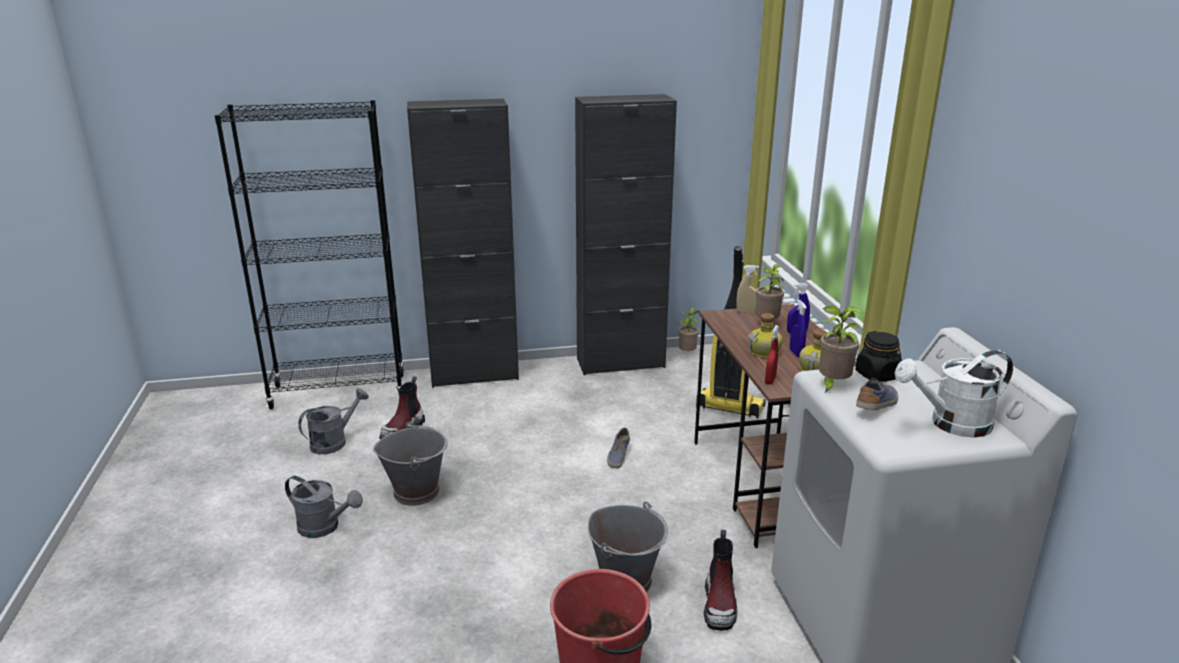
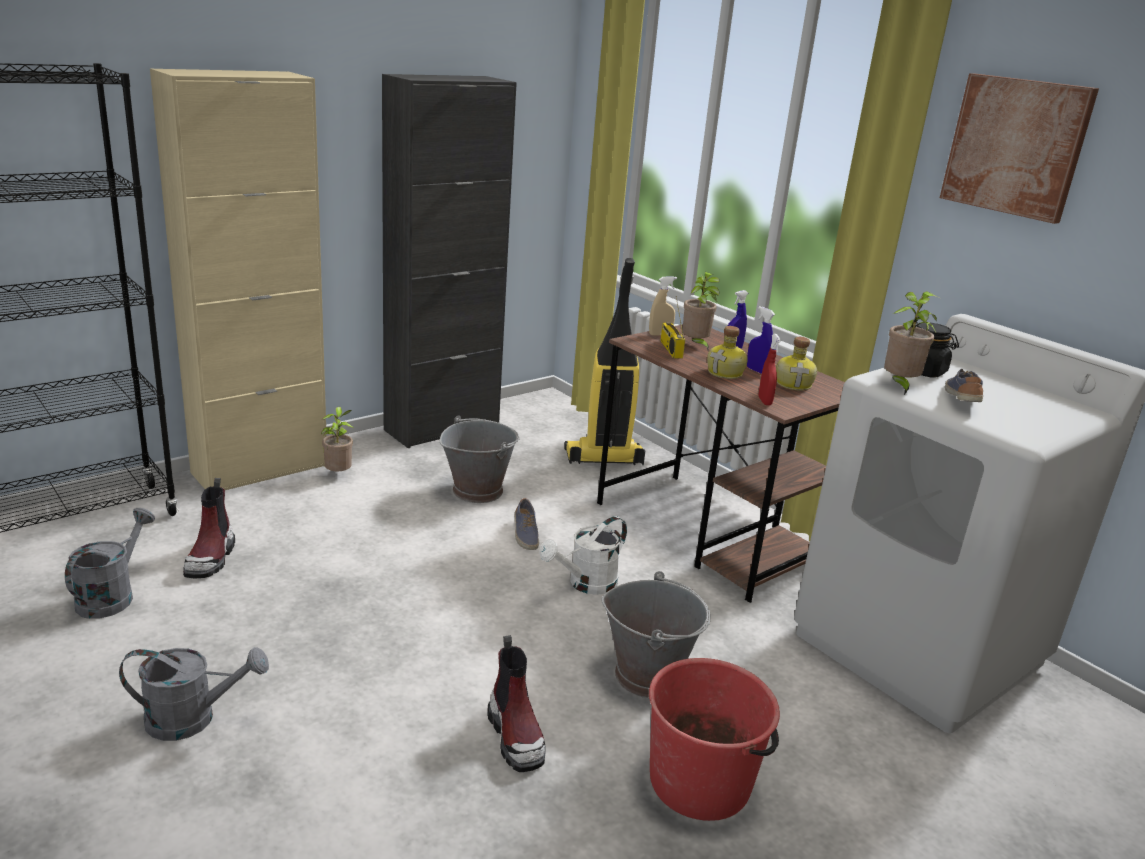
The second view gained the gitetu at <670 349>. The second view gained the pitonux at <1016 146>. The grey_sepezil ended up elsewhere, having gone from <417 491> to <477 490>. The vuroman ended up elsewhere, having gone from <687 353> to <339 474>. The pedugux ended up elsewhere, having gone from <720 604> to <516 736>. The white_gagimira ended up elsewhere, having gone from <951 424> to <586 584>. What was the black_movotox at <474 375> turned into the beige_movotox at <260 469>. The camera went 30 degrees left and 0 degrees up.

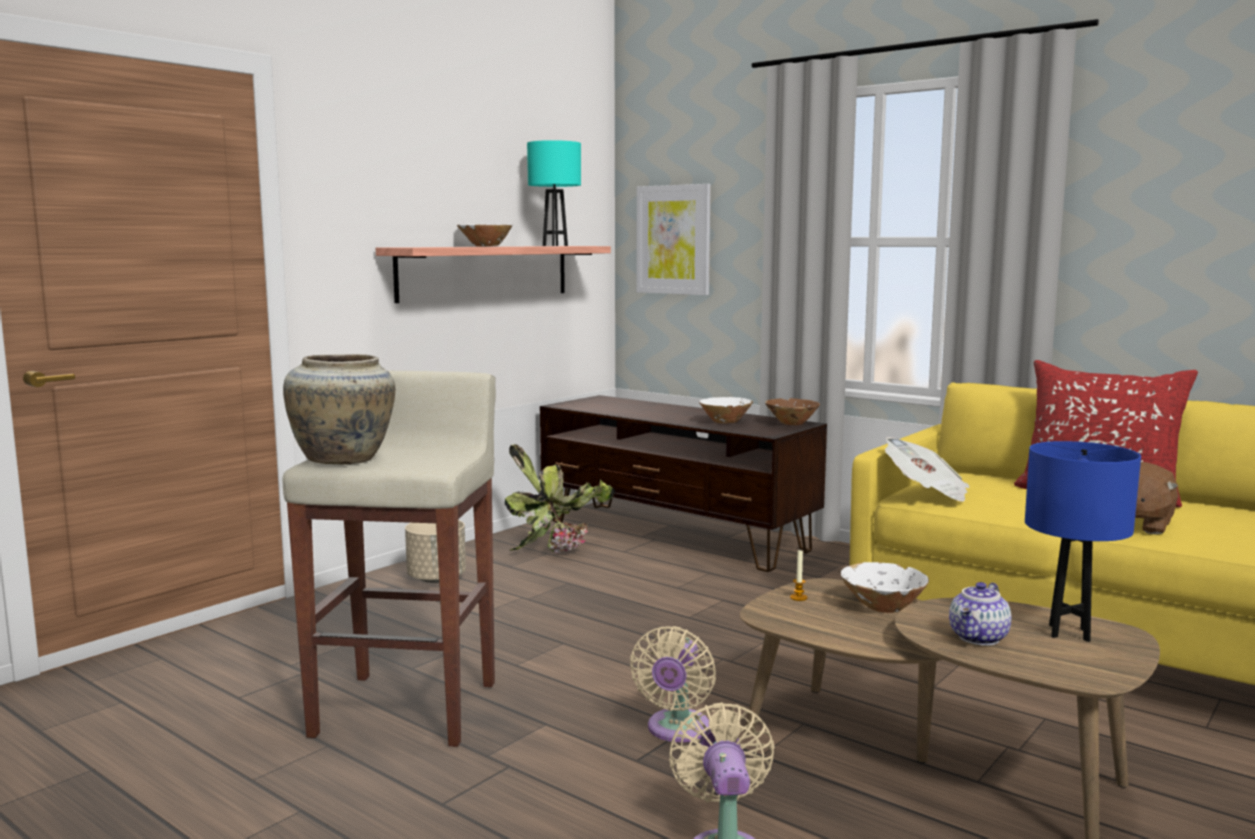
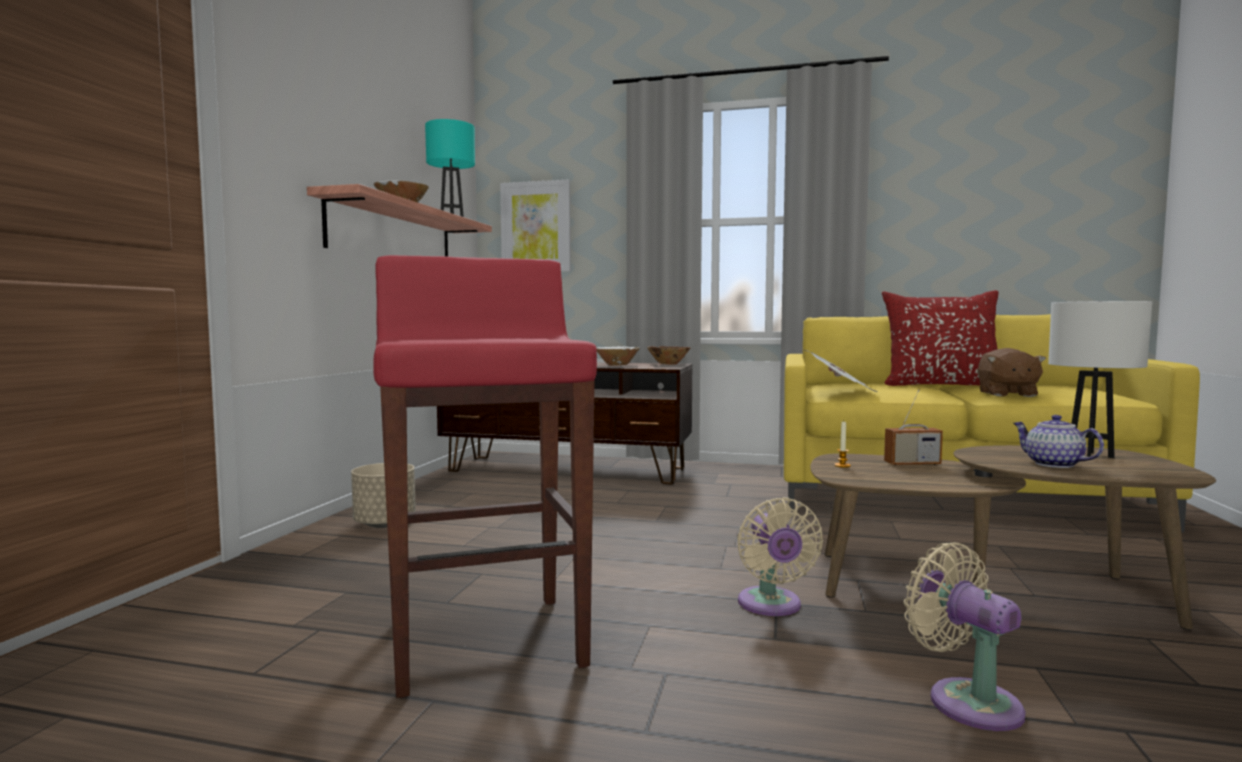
The second view lost the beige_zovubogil at <344 459>. The second view lost the vuroman at <557 548>. Where the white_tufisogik stood at <883 607>, the gitetu came to stand at <912 464>. What was the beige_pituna at <407 708> turned into the red_pituna at <486 640>. What was the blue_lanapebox at <1069 633> turned into the white_lanapebox at <1090 455>. The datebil at <979 638> ended up facing another way, 135 degrees clockwise from before. The camera went 25 degrees left and 5 degrees down.

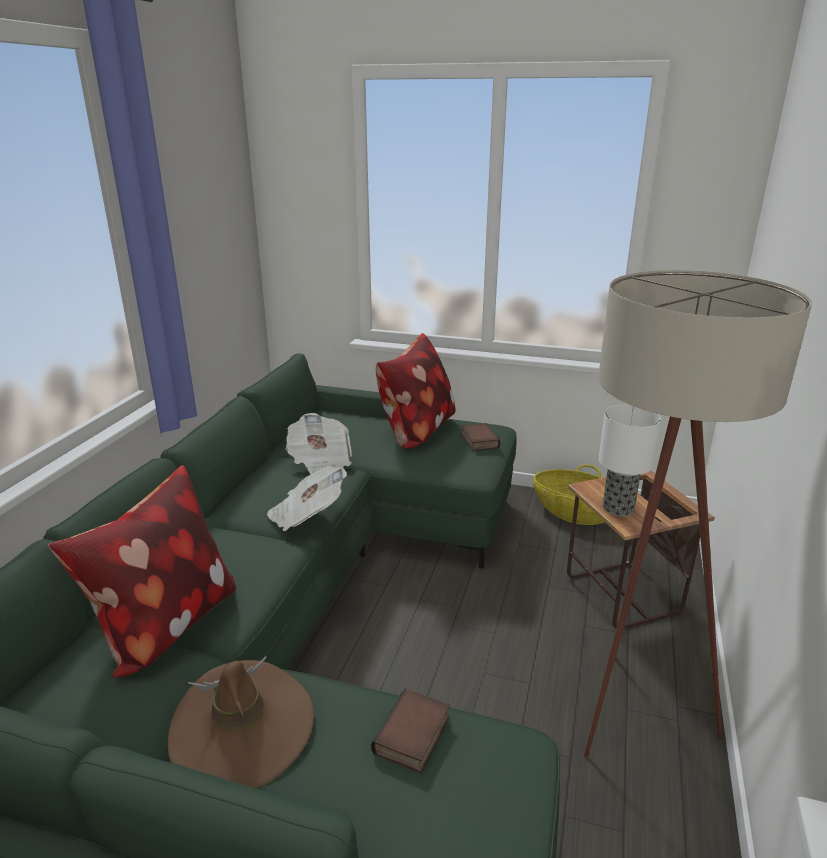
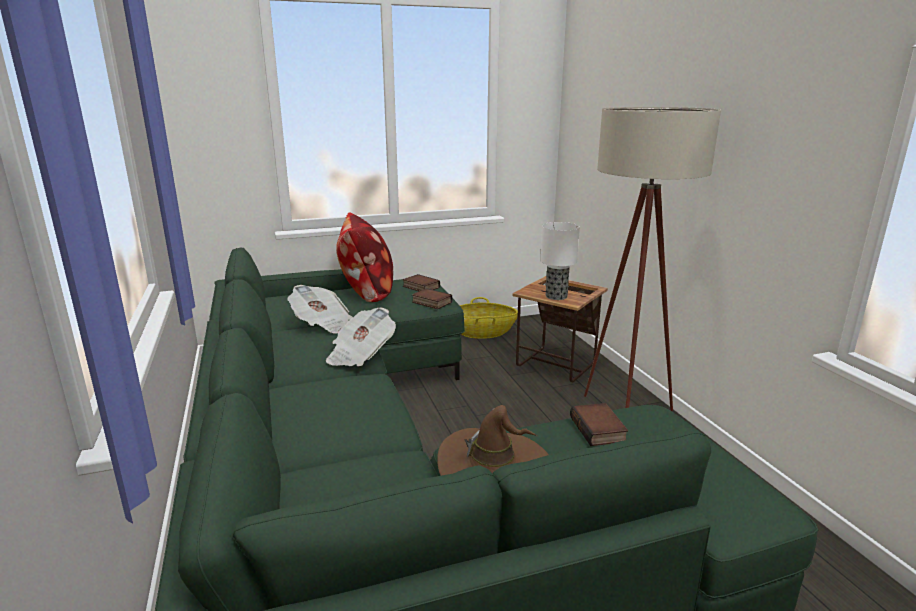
The second view lost the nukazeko at <164 625>. The second view gained the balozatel at <430 302>. The camera went 35 degrees left and 5 degrees down.

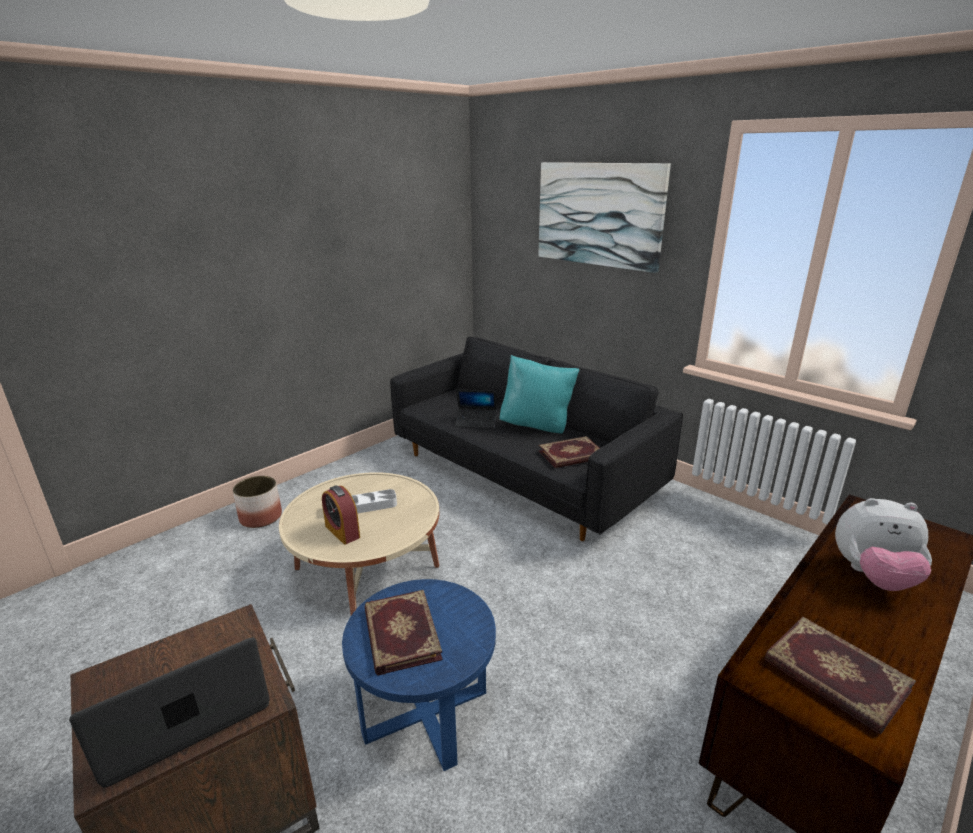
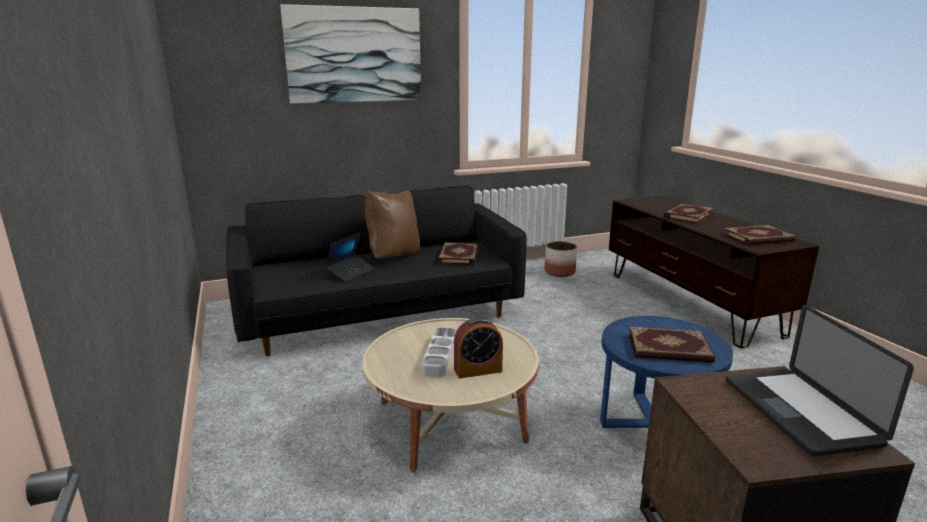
The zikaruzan ended up elsewhere, having gone from <260 517> to <559 272>. Where the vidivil stood at <872 576>, the balozatel came to stand at <687 215>. What was the turquoise_nukazeko at <537 426> turned into the brown_nukazeko at <393 256>. The camera went 65 degrees left and 5 degrees down.

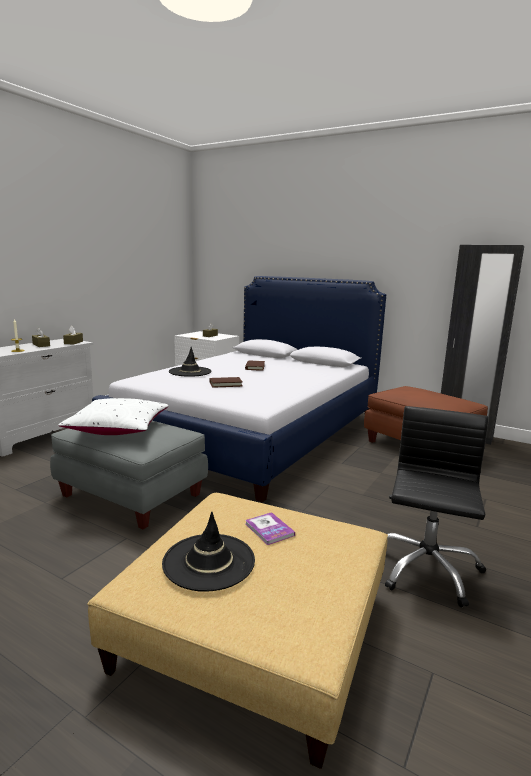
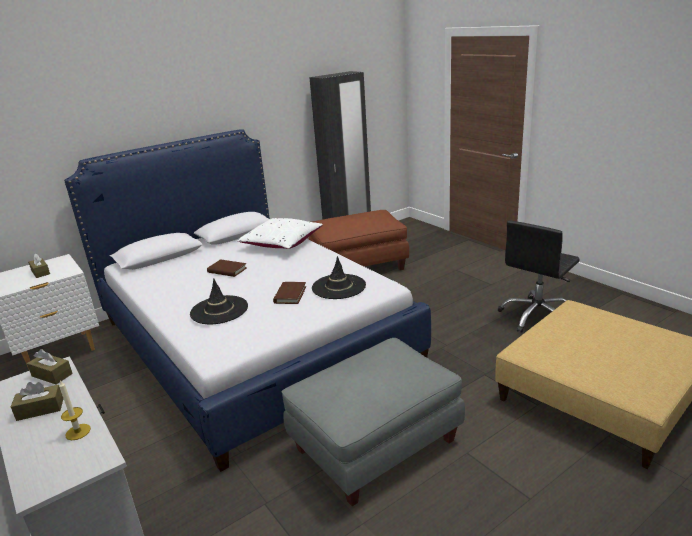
The second view lost the balozatel at <269 529>. The white_nukazeko ended up elsewhere, having gone from <118 428> to <282 243>. The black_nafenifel ended up elsewhere, having gone from <209 561> to <338 287>. The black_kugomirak at <425 568> ended up facing another way, 90 degrees counterclockwise from before. The camera went 65 degrees left and 10 degrees up.

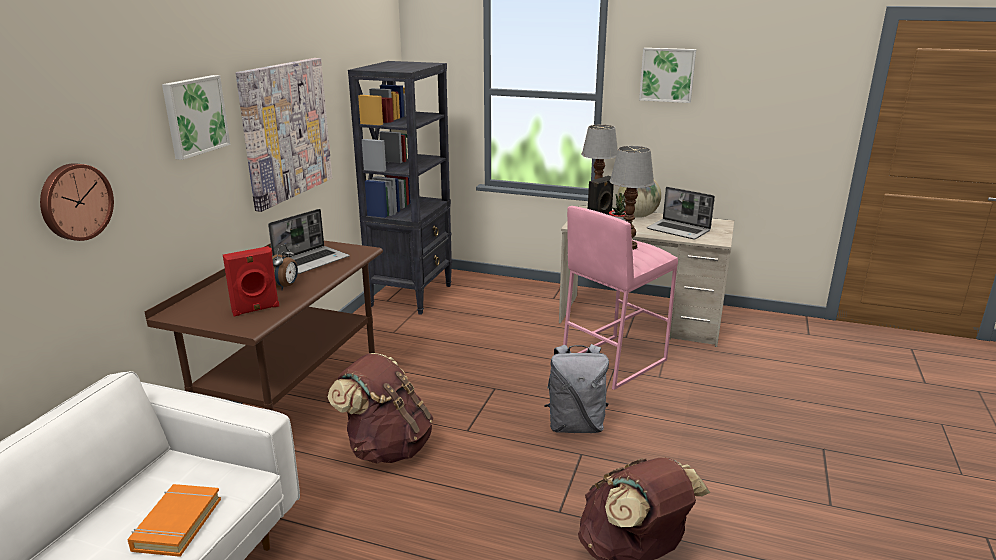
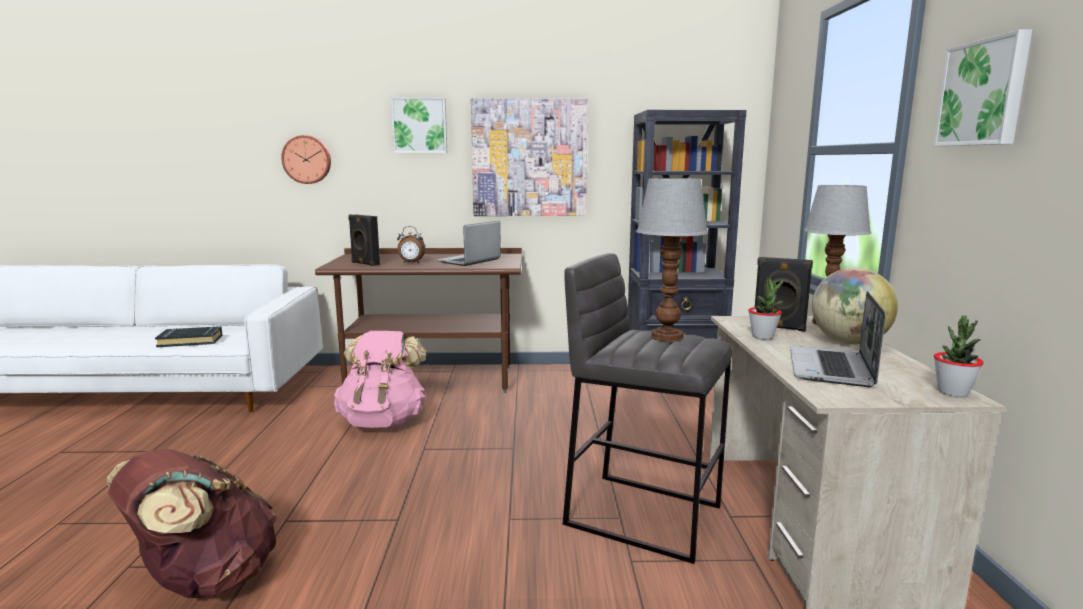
The second view lost the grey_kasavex at <575 425>. The second view gained the vuroman at <952 392>. What was the orange_balozatel at <177 524> turned into the black_balozatel at <190 341>. What was the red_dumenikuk at <256 310> turned into the black_dumenikuk at <364 263>. What was the brown_kasavex at <387 448> turned into the pink_kasavex at <383 421>. What was the pink_pituna at <612 361> turned into the grey_pituna at <642 514>. The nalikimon at <312 261> ended up facing another way, 105 degrees clockwise from before. The camera went 70 degrees right and 10 degrees down.

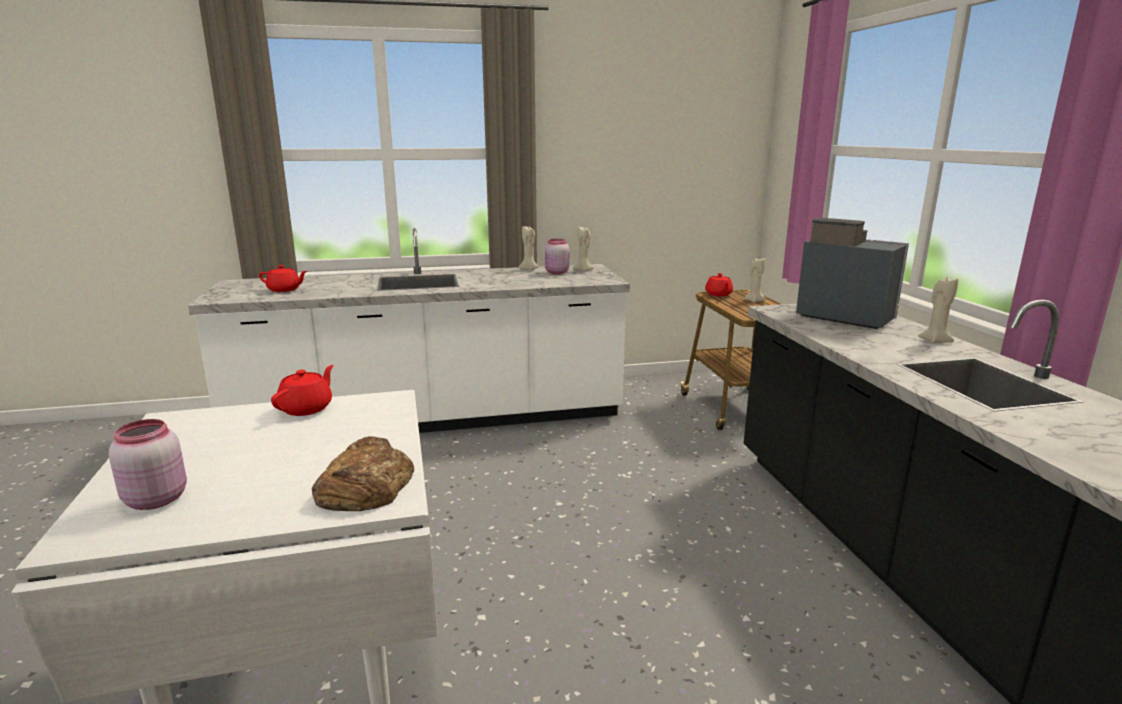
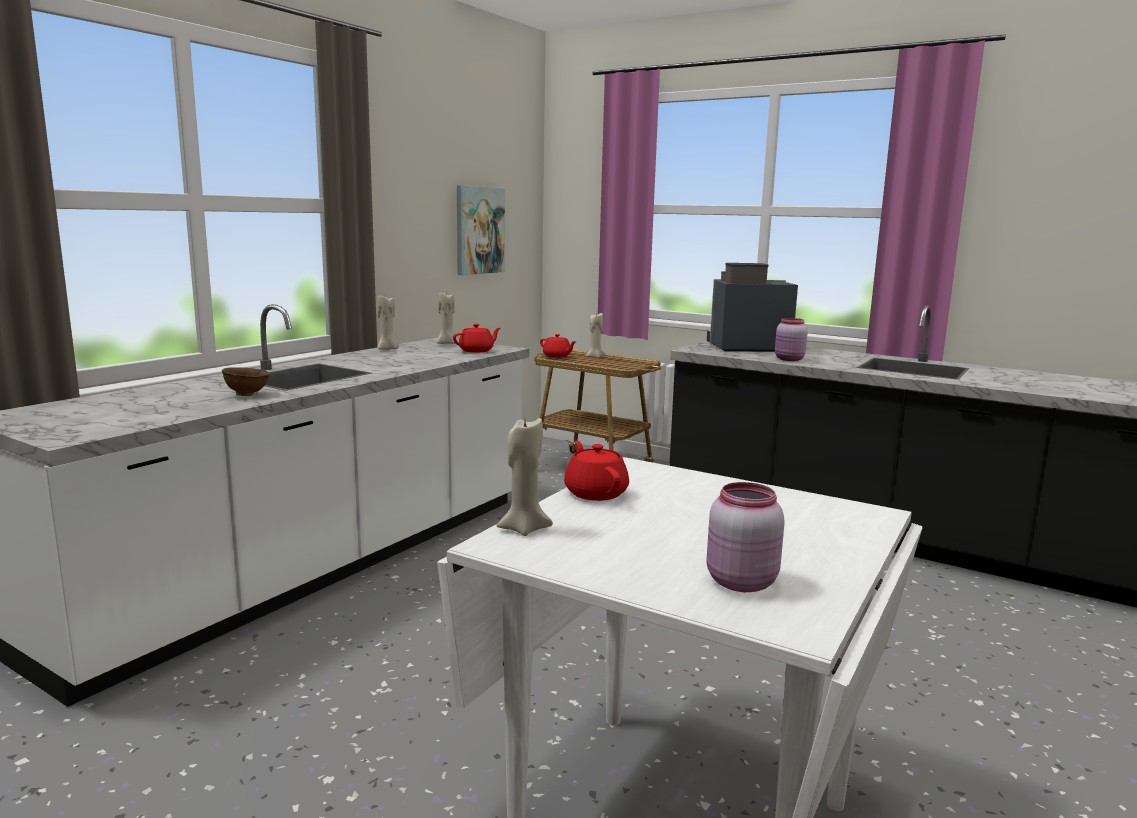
The second view lost the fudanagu at <365 486>. The second view gained the brown_tufisogik at <246 395>. The second view gained the pitonux at <479 230>. The red_datebil ended up elsewhere, having gone from <284 290> to <477 351>. The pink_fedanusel ended up elsewhere, having gone from <556 272> to <789 359>. The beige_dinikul ended up elsewhere, having gone from <935 341> to <524 529>. The camera went 45 degrees left and 5 degrees down.

